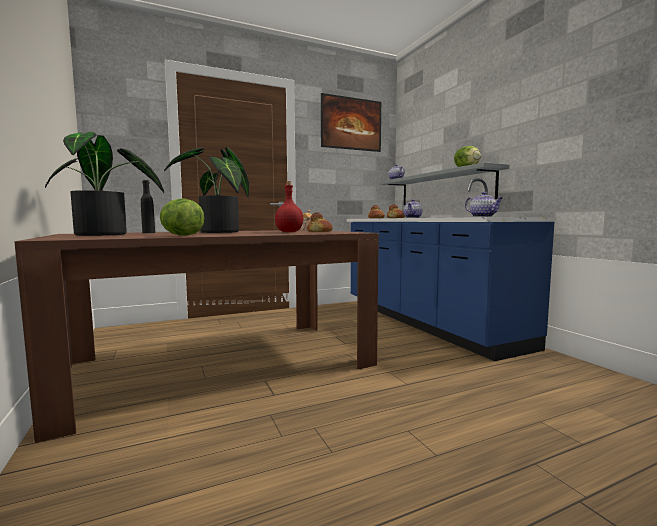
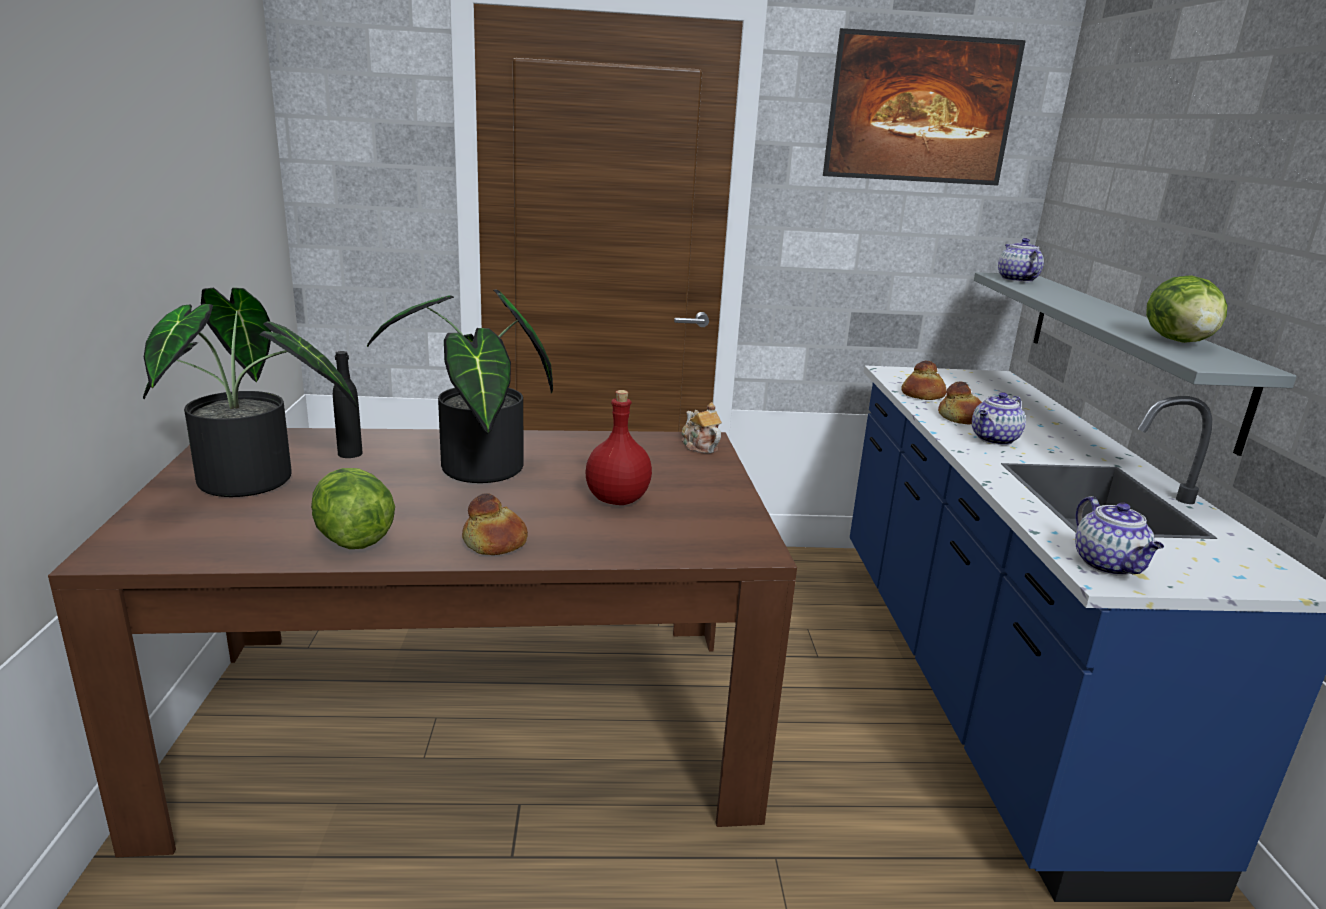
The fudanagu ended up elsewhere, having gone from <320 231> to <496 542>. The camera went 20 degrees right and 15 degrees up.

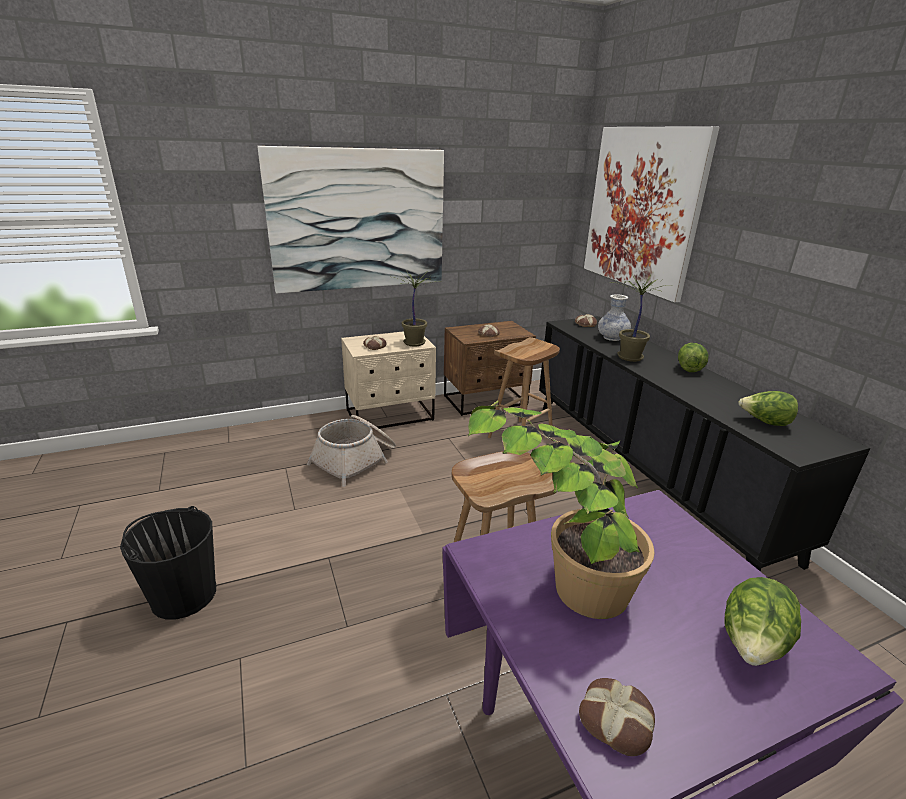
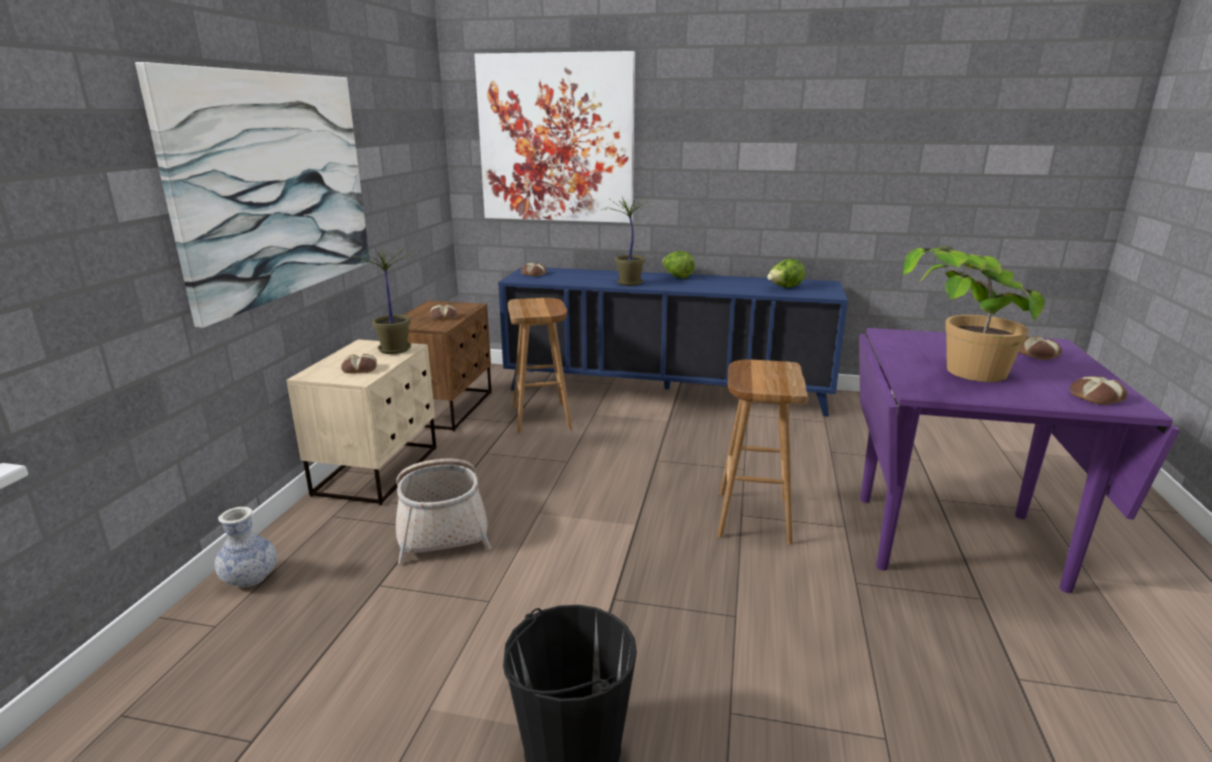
The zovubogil ended up elsewhere, having gone from <612 338> to <250 578>. Where the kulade stood at <752 645>, the fudanagu came to stand at <1037 354>. What was the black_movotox at <646 470> turned into the blue_movotox at <665 390>. The camera went 55 degrees left and 5 degrees down.

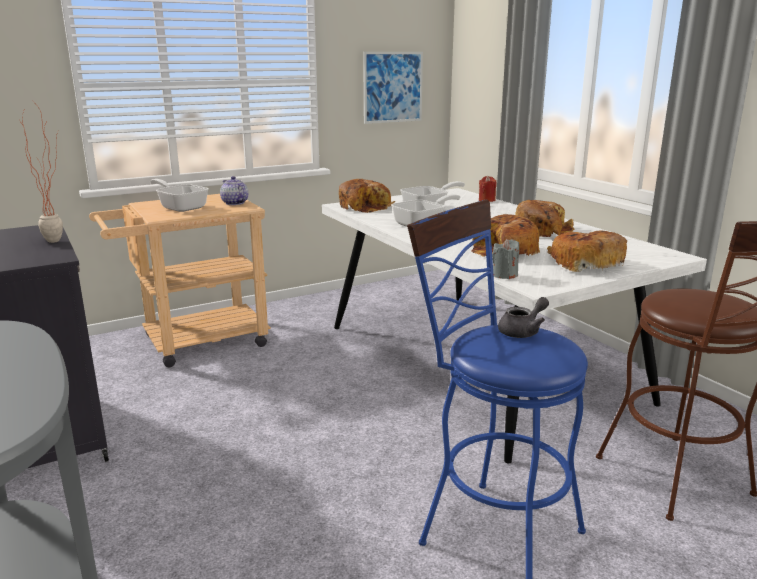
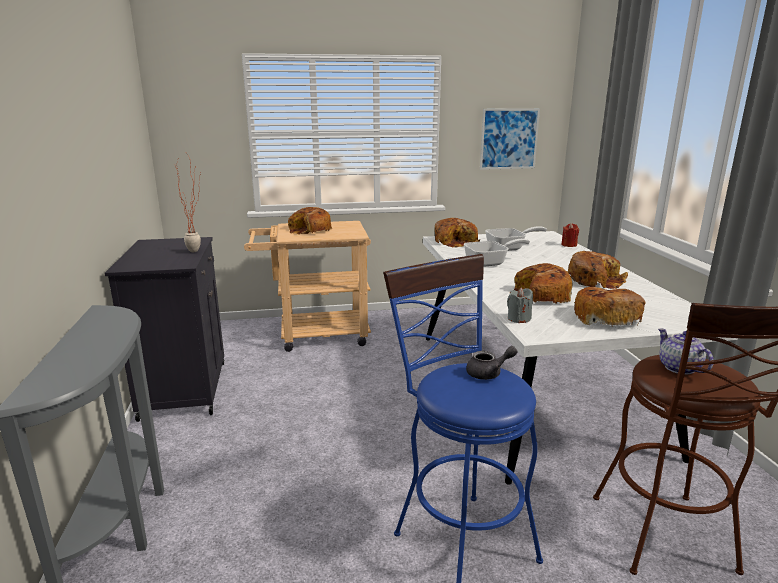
The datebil ended up elsewhere, having gone from <234 203> to <678 368>. Where the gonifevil stood at <181 207>, the fudanagu came to stand at <310 230>. The camera went 20 degrees right and 0 degrees up.

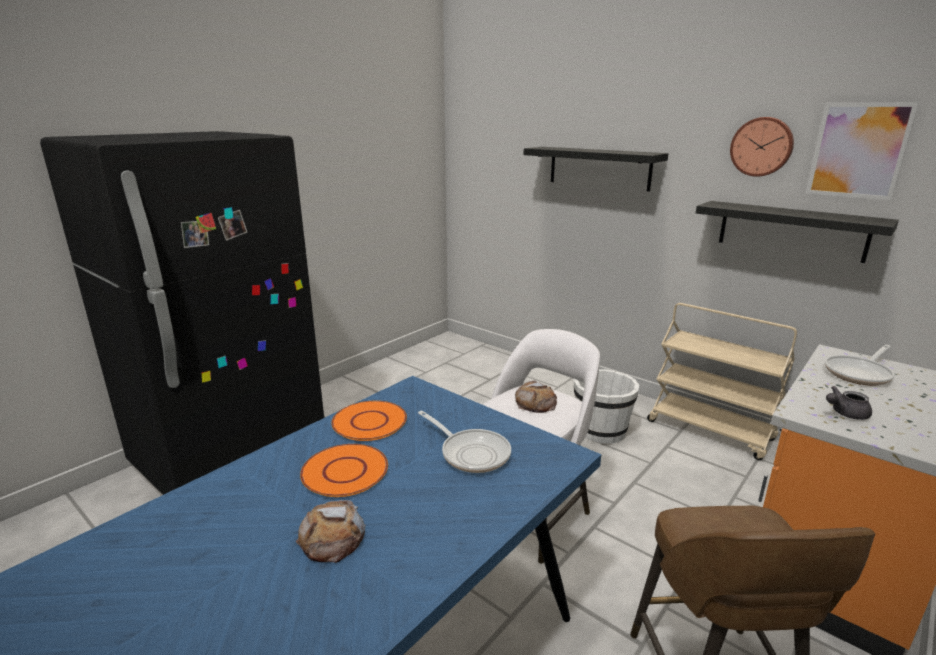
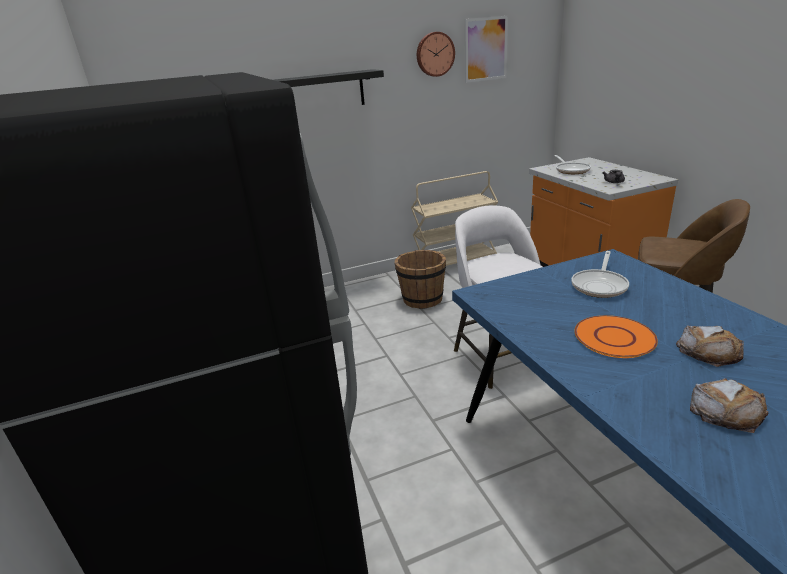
The second view lost the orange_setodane at <369 422>. The second view lost the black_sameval at <791 230>. The fudanagu ended up elsewhere, having gone from <535 402> to <726 410>. What was the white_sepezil at <601 430> turned into the brown_sepezil at <422 299>. The gonifevil at <471 453> ended up facing another way, 135 degrees clockwise from before. The camera went 60 degrees left and 5 degrees up.

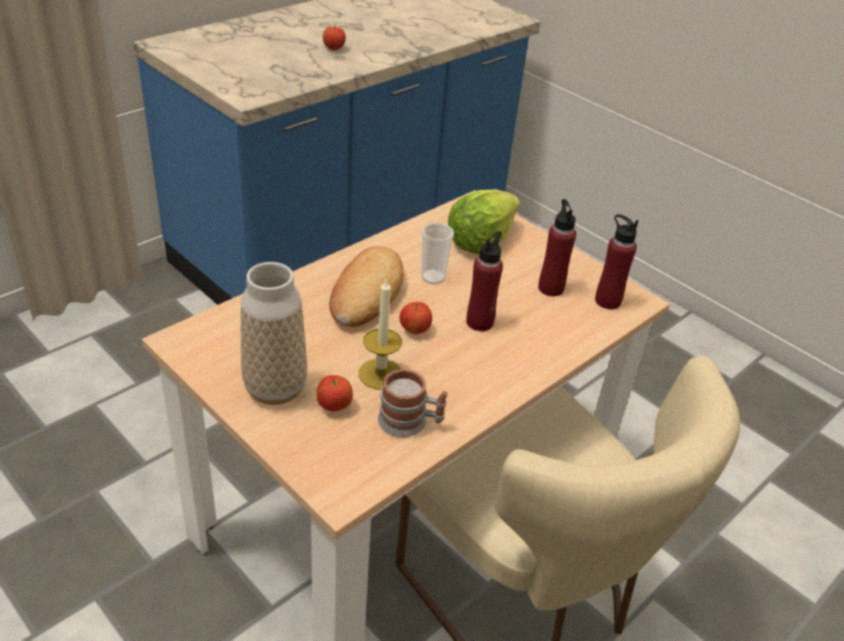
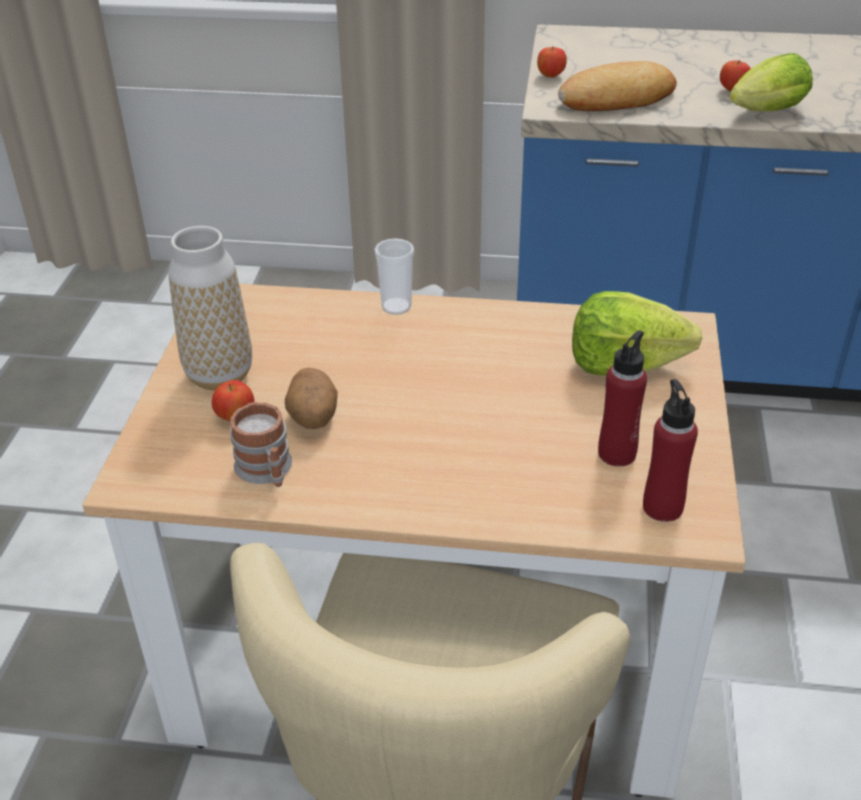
The second view lost the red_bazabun at <480 322>. The second view gained the kulade at <763 113>. The fudanagu ended up elsewhere, having gone from <366 293> to <617 98>. The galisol ended up elsewhere, having gone from <414 330> to <550 76>. The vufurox ended up elsewhere, having gone from <433 277> to <396 307>. Where the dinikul stood at <380 374>, the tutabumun came to stand at <313 418>. The camera went 55 degrees right and 0 degrees up.

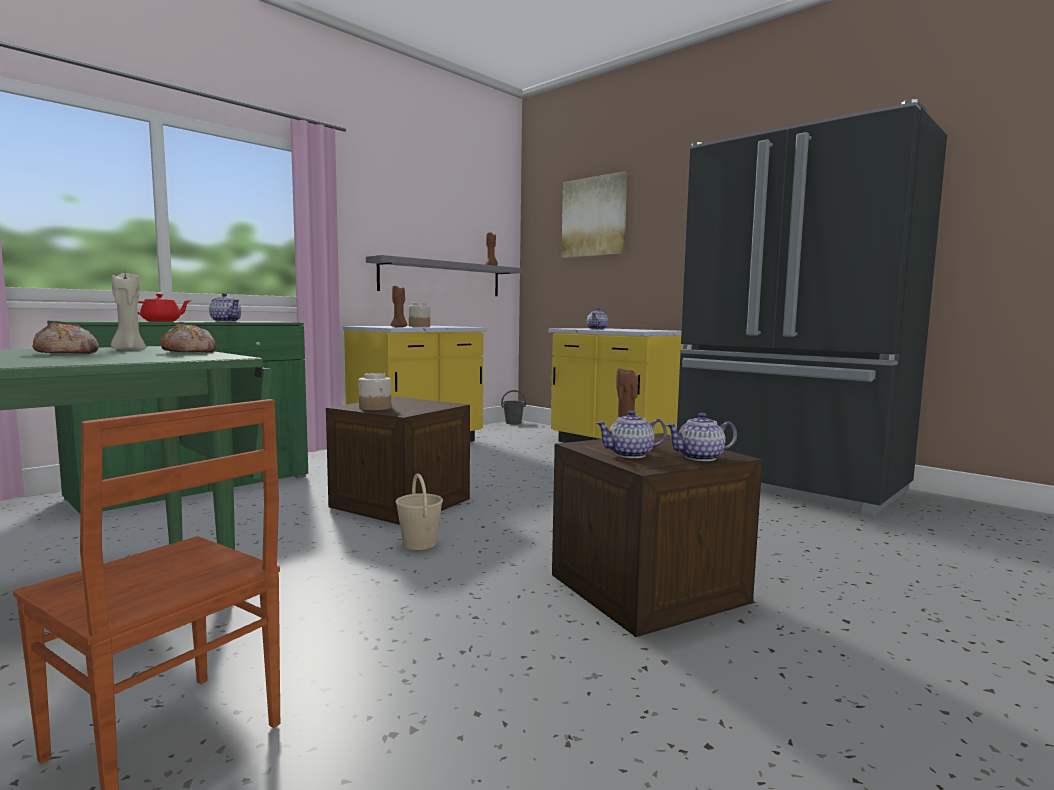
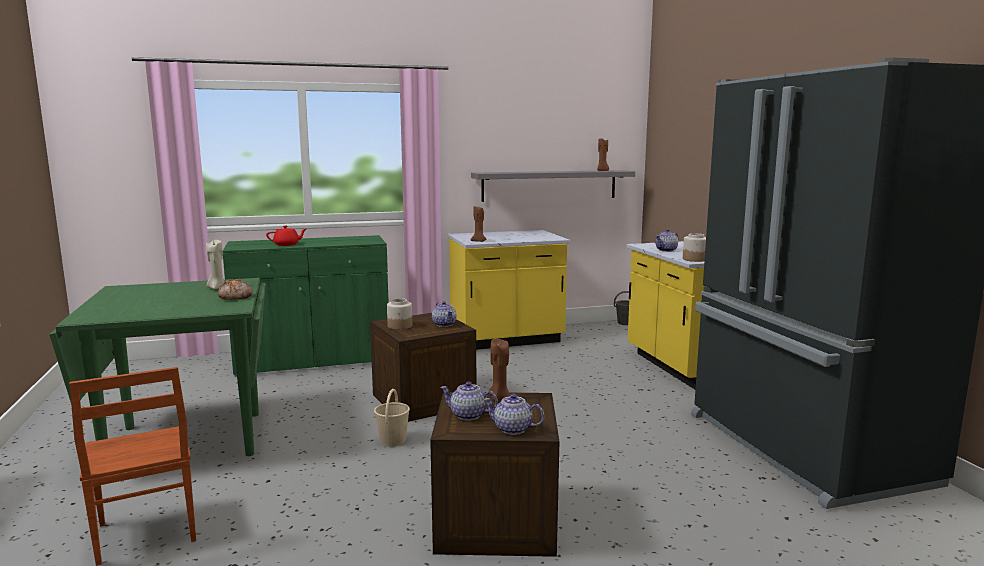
The second view lost the fudanagu at <68 353>. The second view lost the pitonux at <594 217>. The datebil ended up elsewhere, having gone from <226 321> to <444 324>. The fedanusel ended up elsewhere, having gone from <419 326> to <694 259>. The camera went 30 degrees right and 5 degrees up.

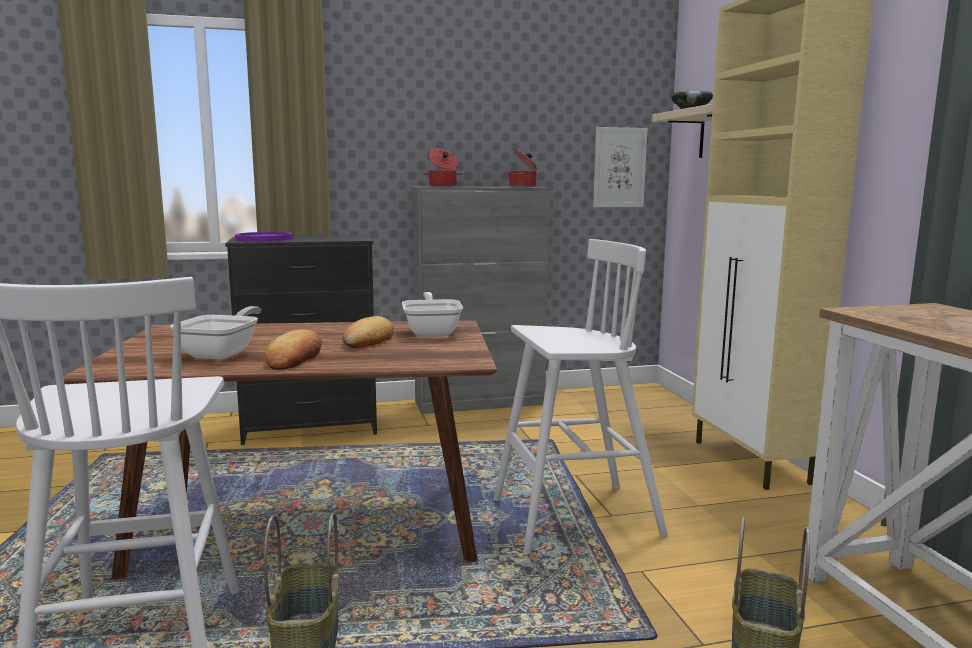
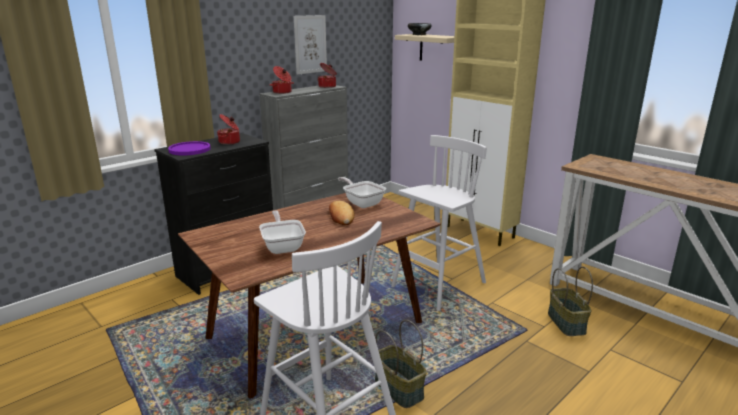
The second view lost the fudanagu at <295 357>. The second view gained the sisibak at <230 142>. The pitonux ended up elsewhere, having gone from <619 167> to <310 44>. The camera went 30 degrees left and 10 degrees up.

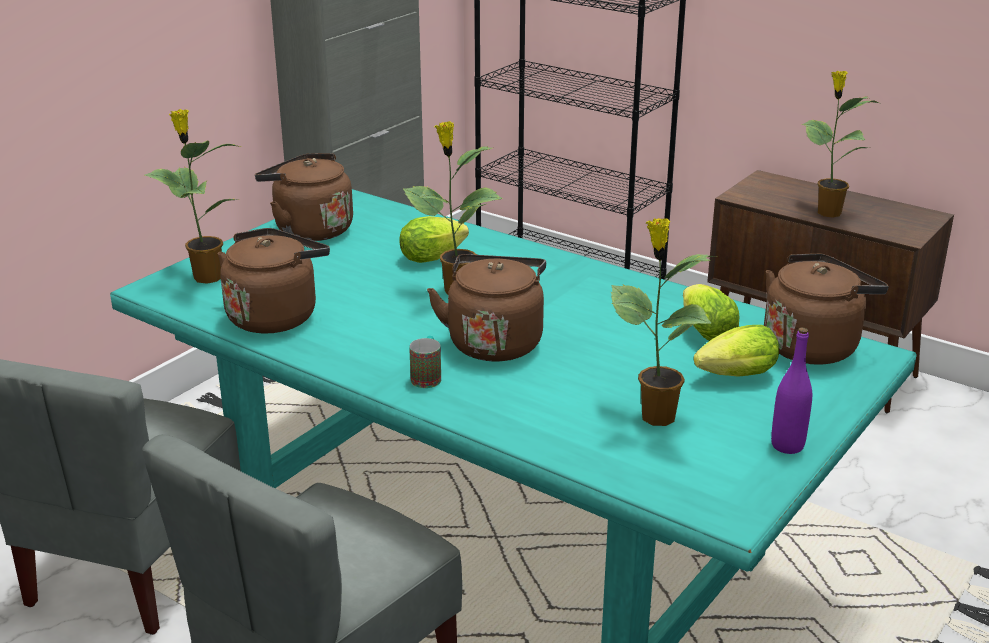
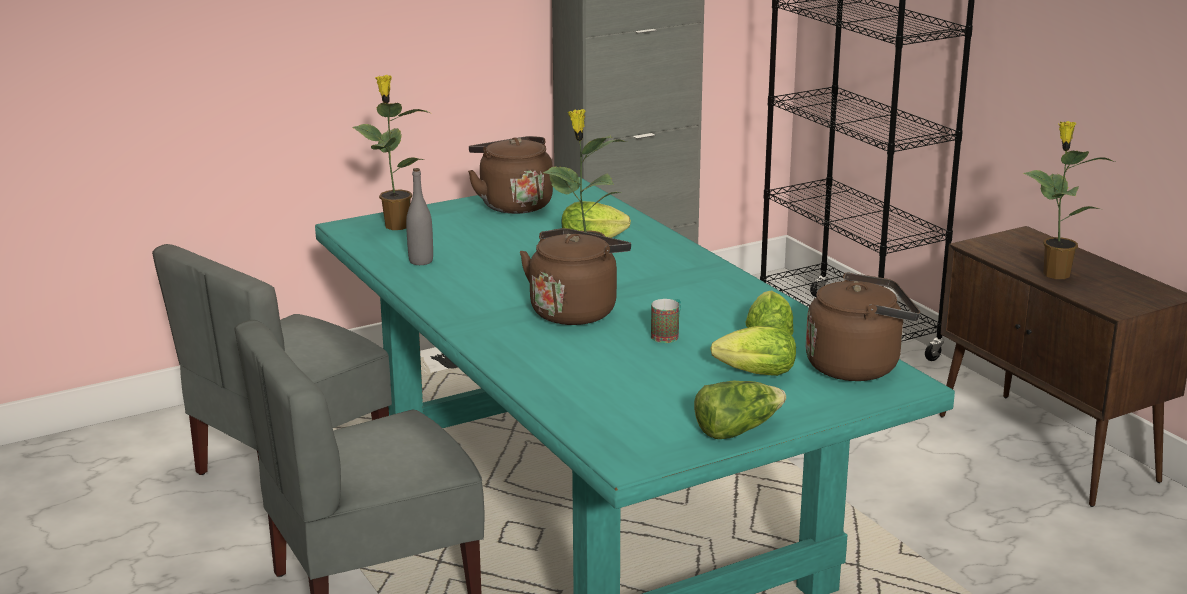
The second view lost the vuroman at <655 416>. The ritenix ended up elsewhere, having gone from <427 376> to <668 335>. Where the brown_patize stood at <275 315>, the grey_bazabun came to stand at <421 261>. Where the purple_bazabun stood at <787 445>, the kulade came to stand at <737 430>. The camera went 25 degrees right and 5 degrees down.

